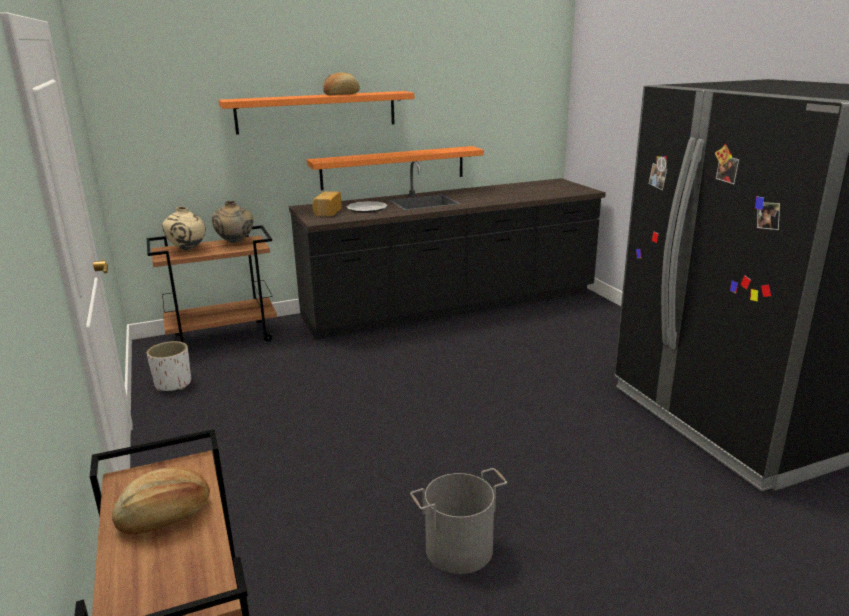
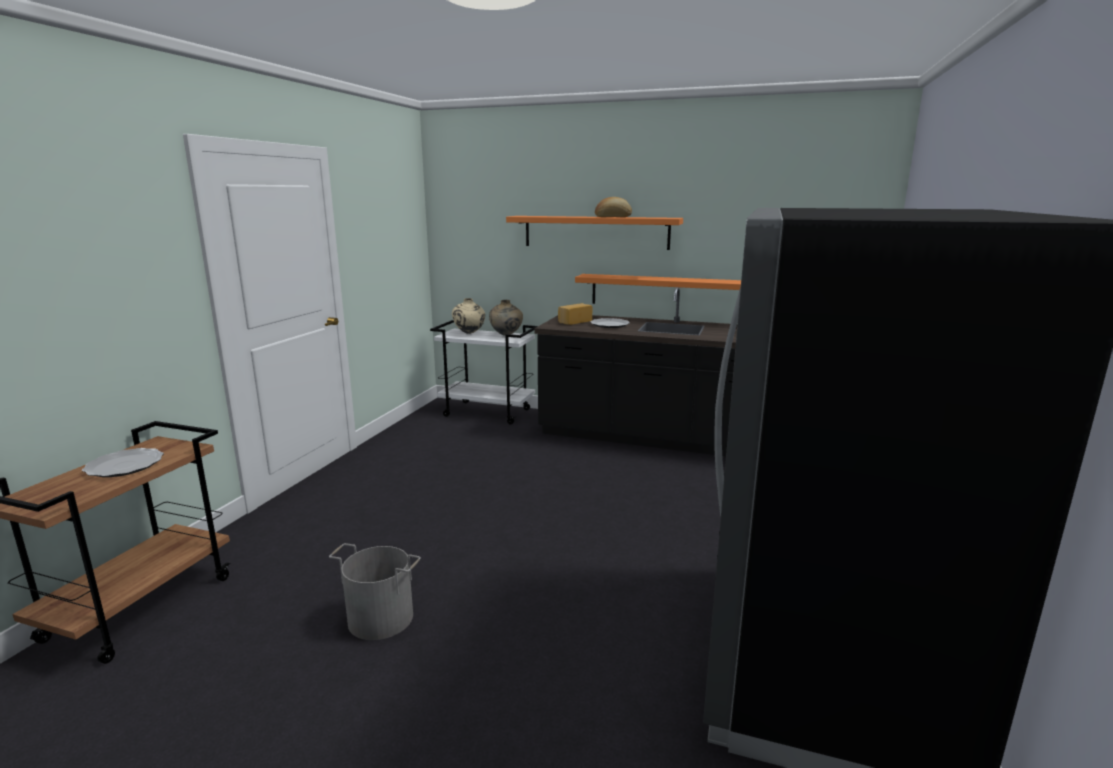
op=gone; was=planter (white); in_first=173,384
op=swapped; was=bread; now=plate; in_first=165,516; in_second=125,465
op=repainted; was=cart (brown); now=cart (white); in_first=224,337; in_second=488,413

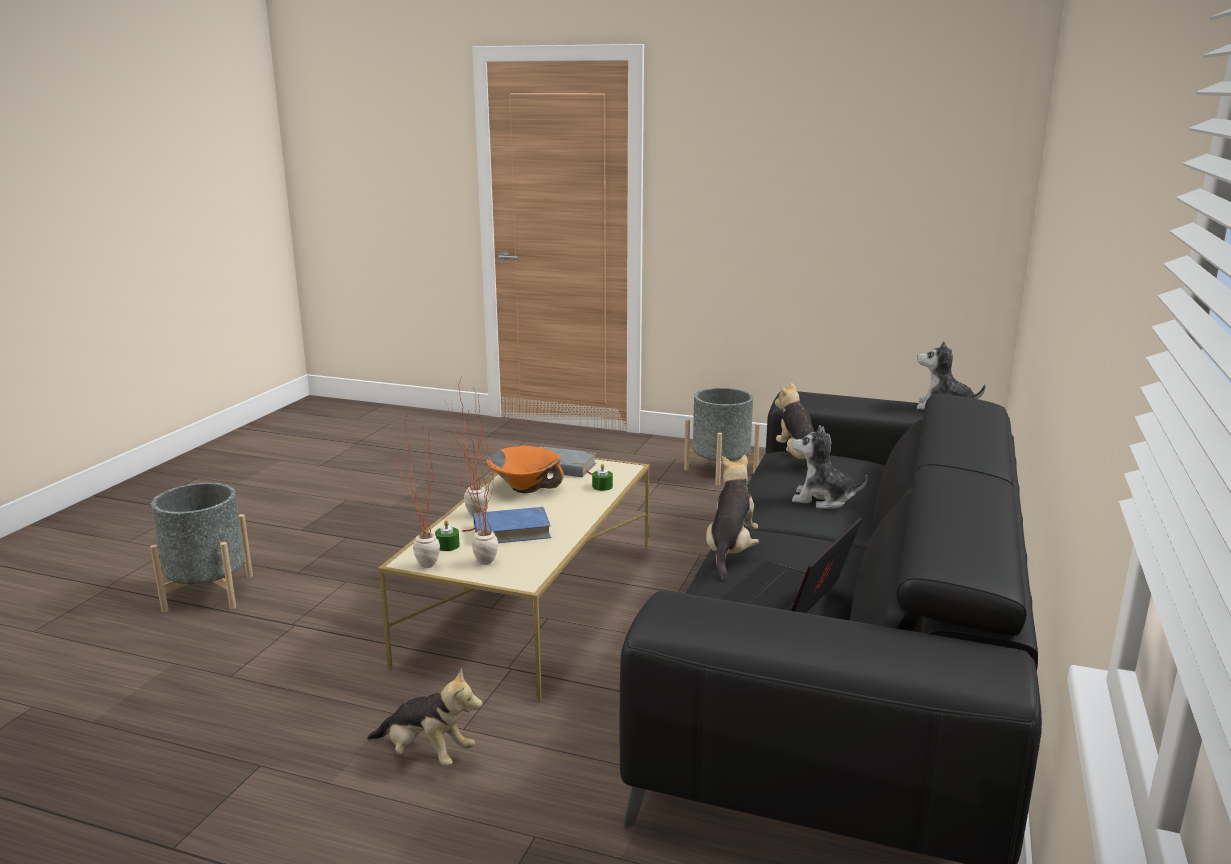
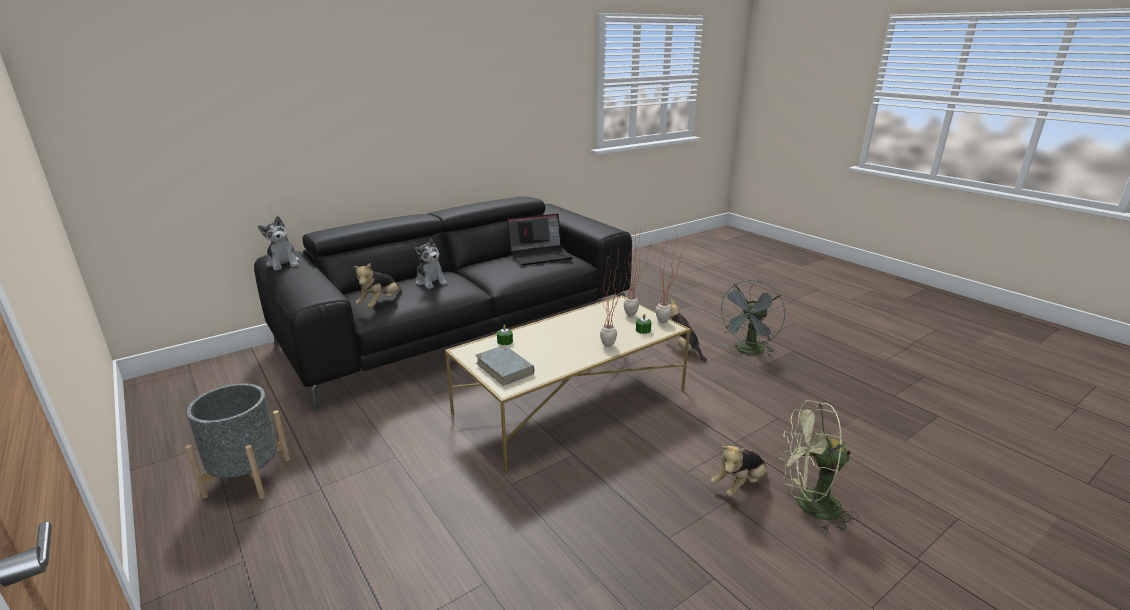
op=gone; was=book (blue); in_first=511,531
op=gone; was=bowl (orange); in_first=525,488
op=new; now=fan (grey); in_second=748,351
op=shifted; was=plush toy; in_first=730,551; in_second=739,485
op=swapped; was=planter (grey); now=fan (green); in_first=208,593; in_second=808,506

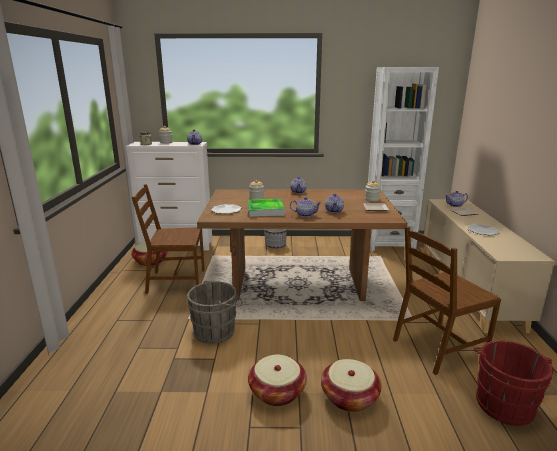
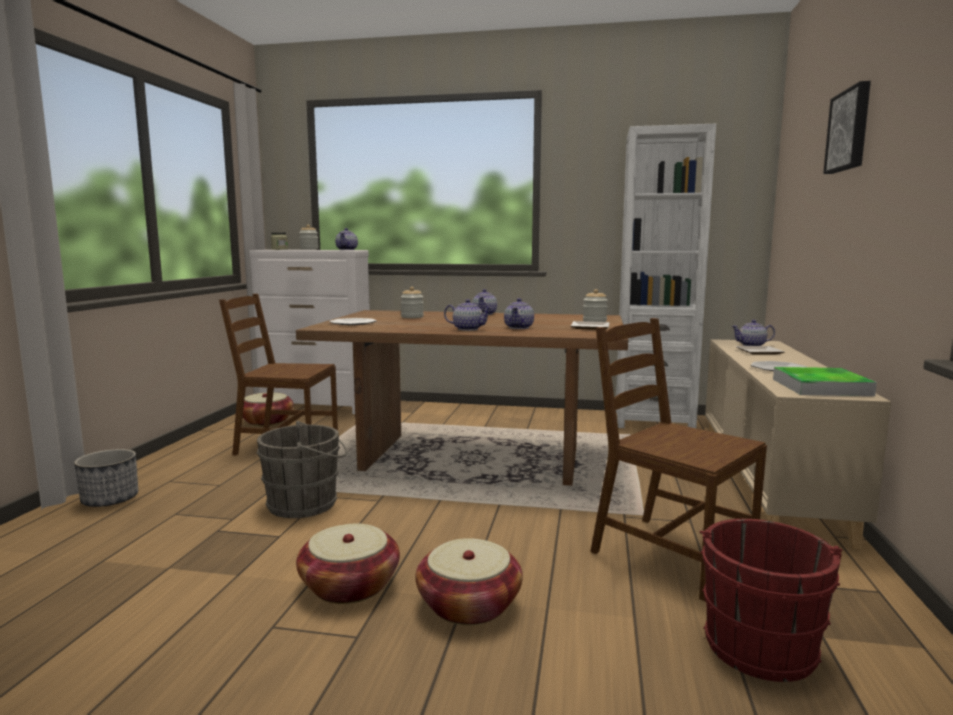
op=new; now=picture; in_second=850,130
op=shifted; was=tray; in_first=265,210; in_second=821,387
op=shifted; was=planter; in_first=275,245; in_second=110,500
op=rotated; was=chair (brown); in_first=438,347; in_second=670,554; clockwise=60

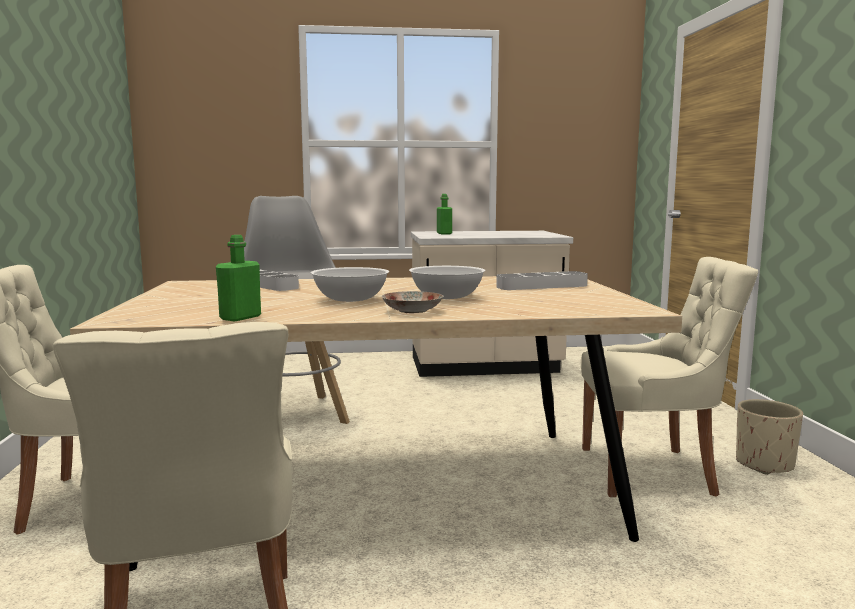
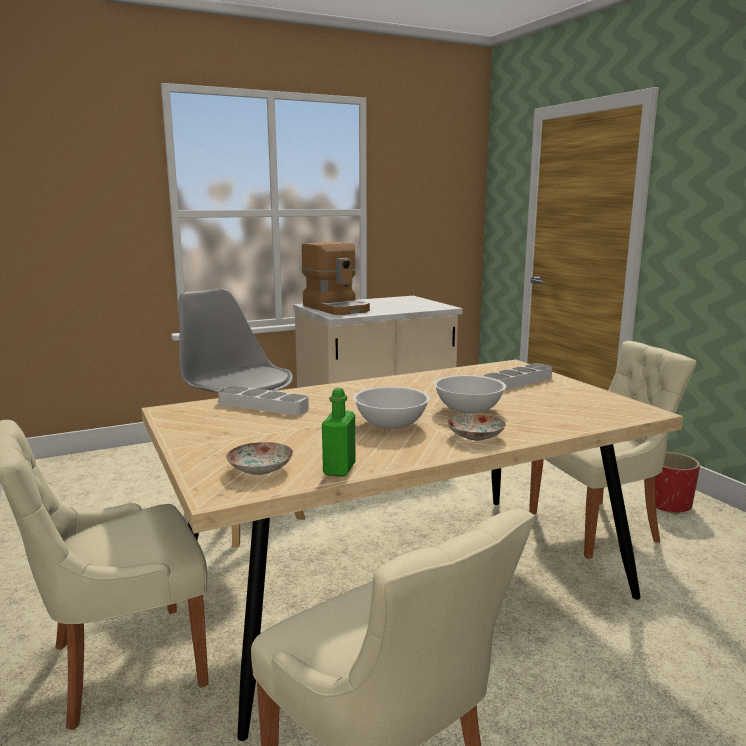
op=new; now=plate; in_second=260,468
op=swapped; was=bottle (green); now=coffee machine; in_first=444,233; in_second=337,308
op=repainted; was=planter (beige); now=planter (red); in_first=764,464; in_second=668,504

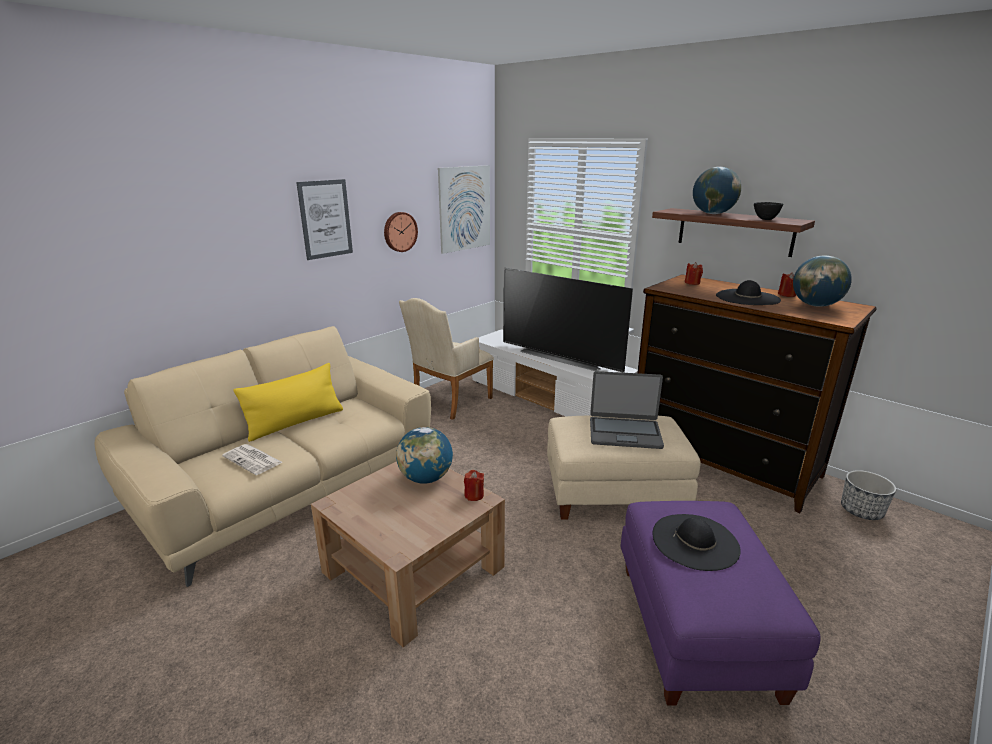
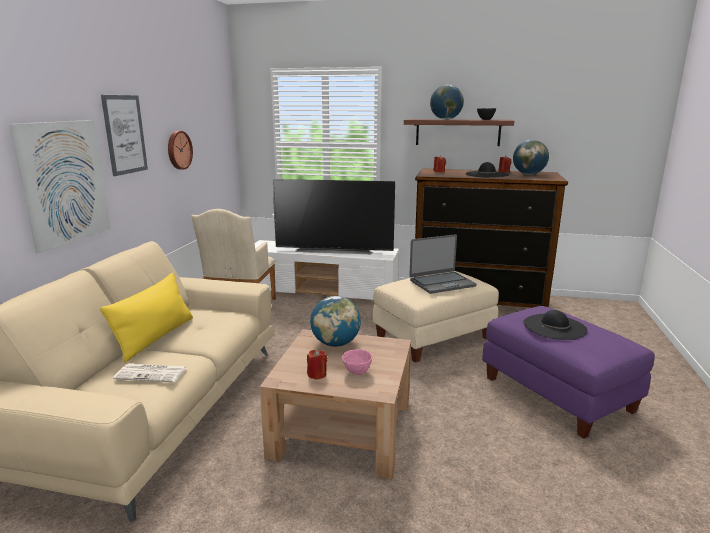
op=gone; was=planter; in_first=861,511
op=new; now=bowl (pink); in_second=357,372
op=shifted; was=picture; in_first=464,208; in_second=65,183
op=shifted; was=candle (red); in_first=474,495; in_second=317,374

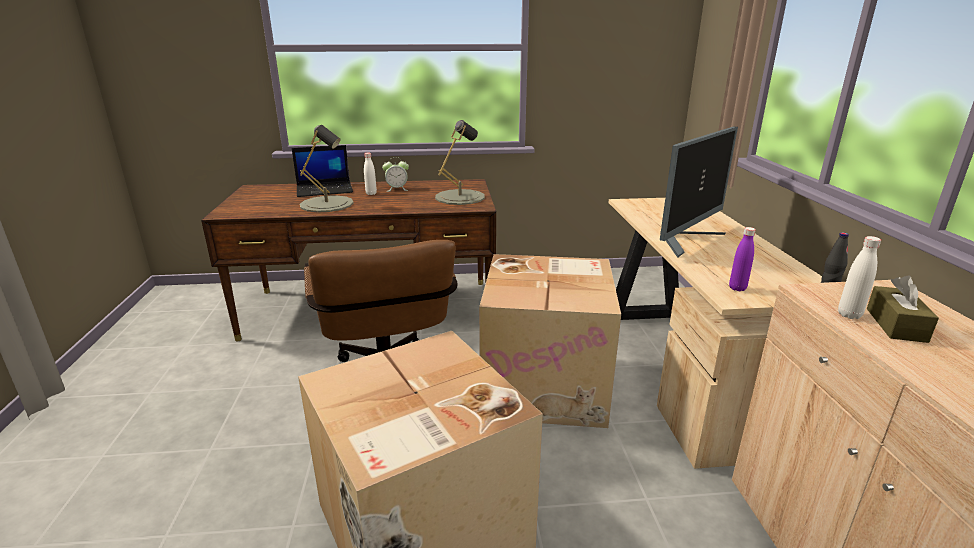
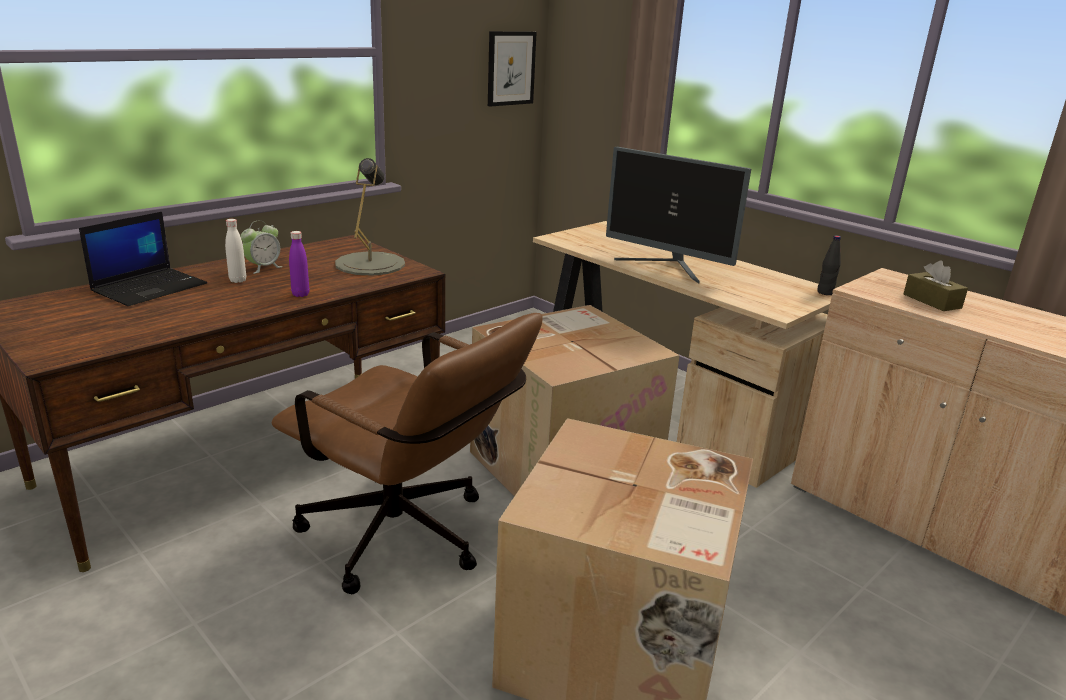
op=gone; was=table lamp (grey); in_first=327,204
op=gone; was=bottle (white); in_first=849,315
op=new; now=picture; in_second=510,68
op=shifted; was=bottle (purple); in_first=737,288; in_second=300,294
op=rotated; was=monitor; in_first=686,240; in_second=667,267; clockwise=120

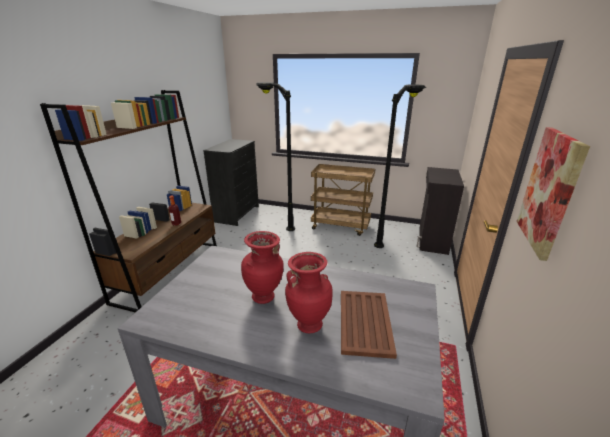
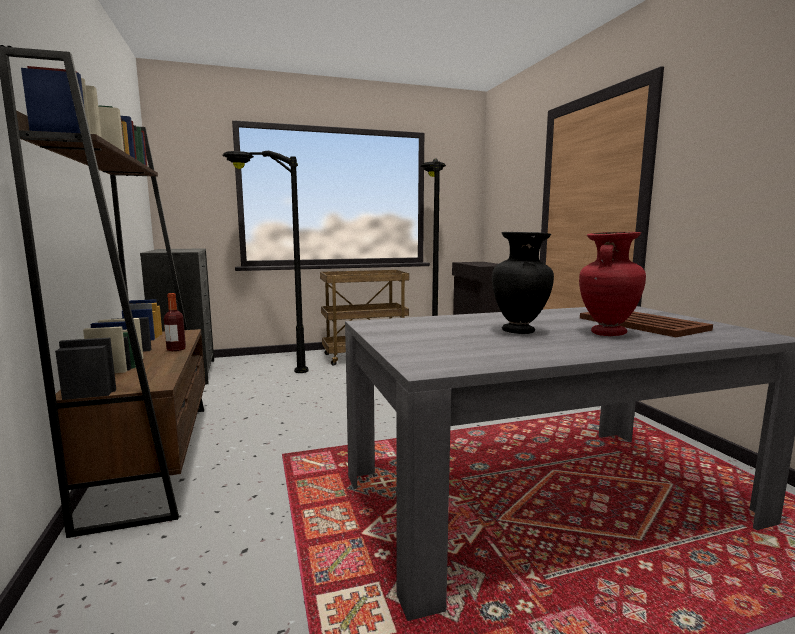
op=gone; was=picture; in_first=549,191
op=repainted; was=vase (red); now=vase (black); in_first=264,297; in_second=519,331

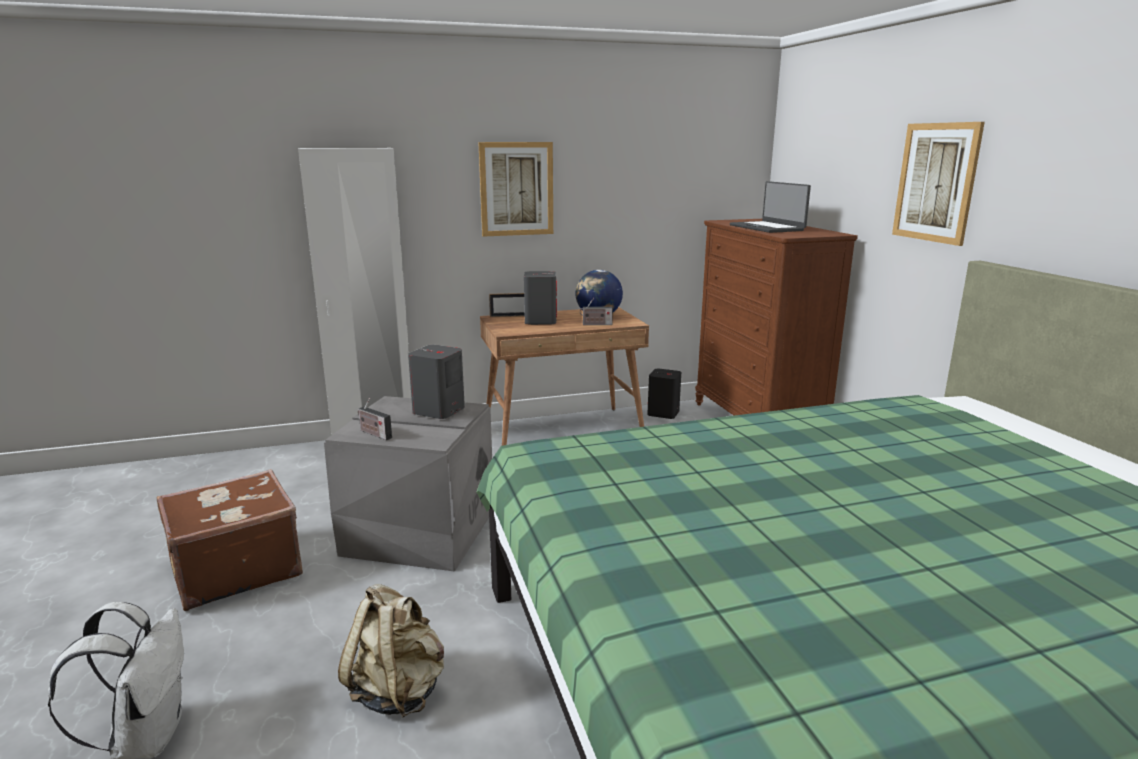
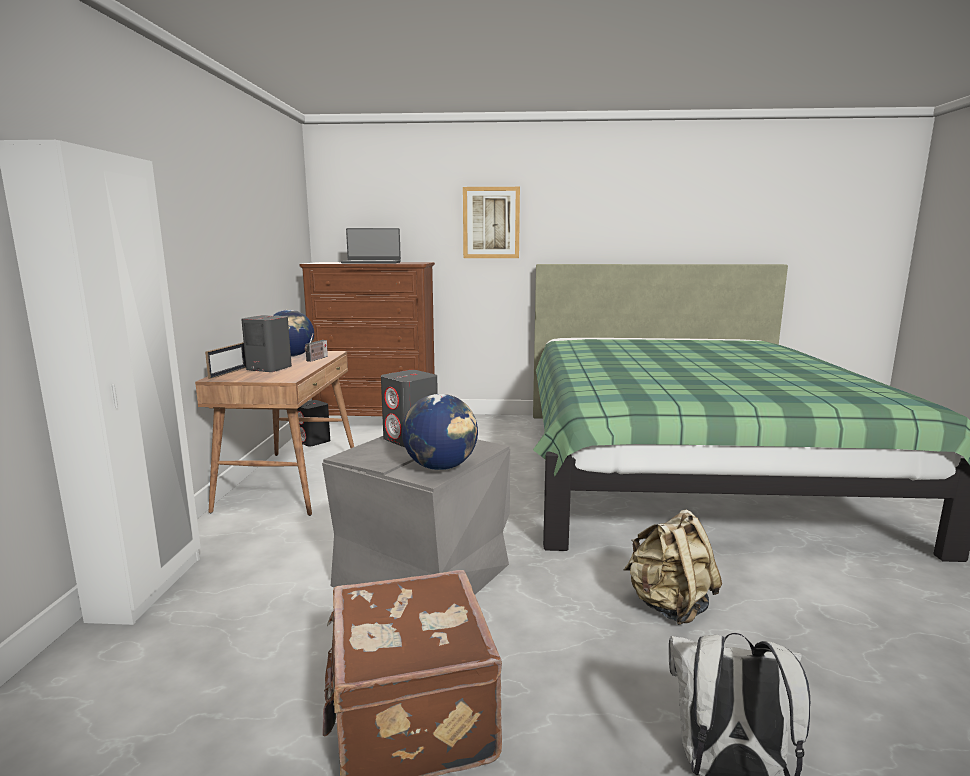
op=gone; was=picture; in_first=516,189
op=swapped; was=radio; now=globe; in_first=374,434; in_second=441,467

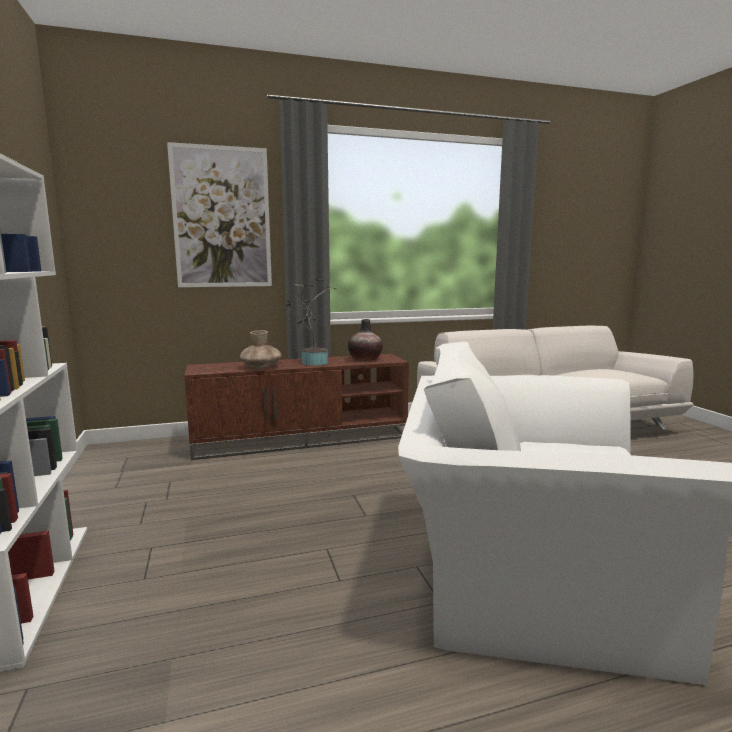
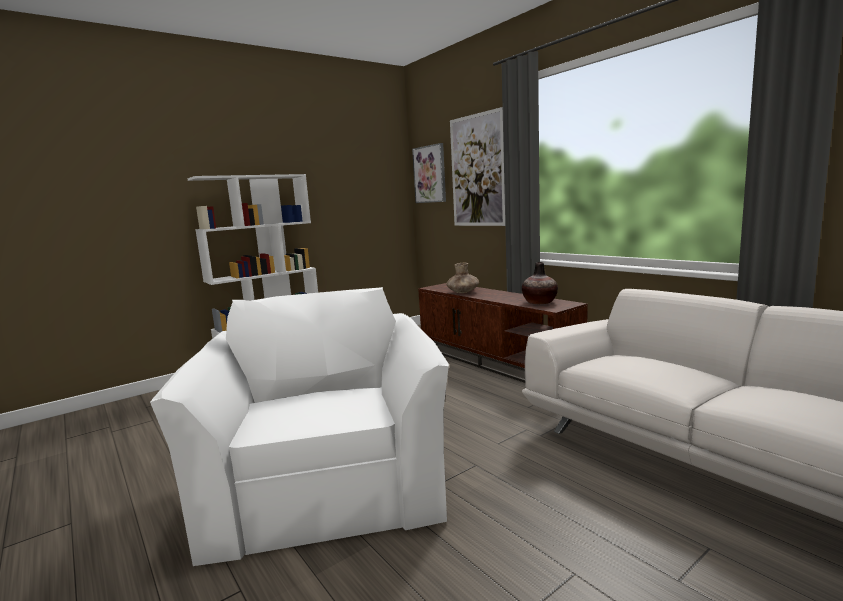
op=gone; was=potted plant; in_first=311,362
op=new; now=picture; in_second=430,174

